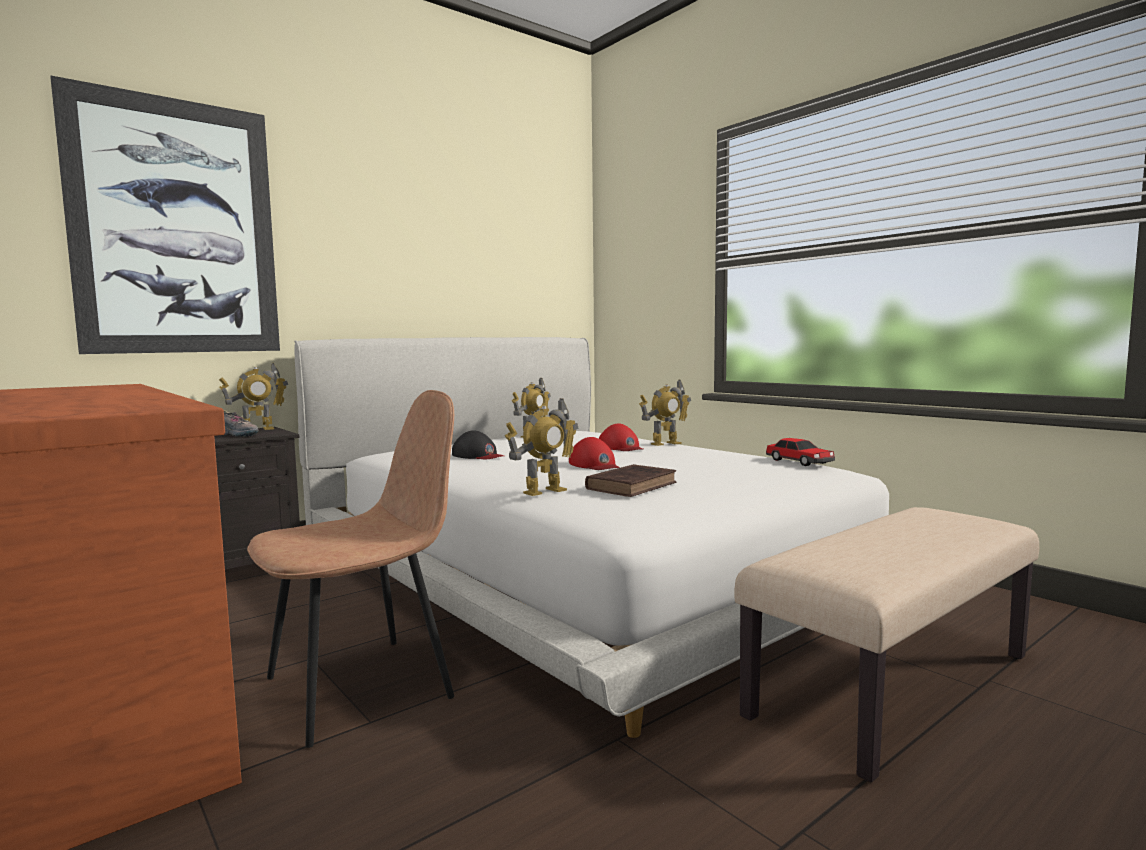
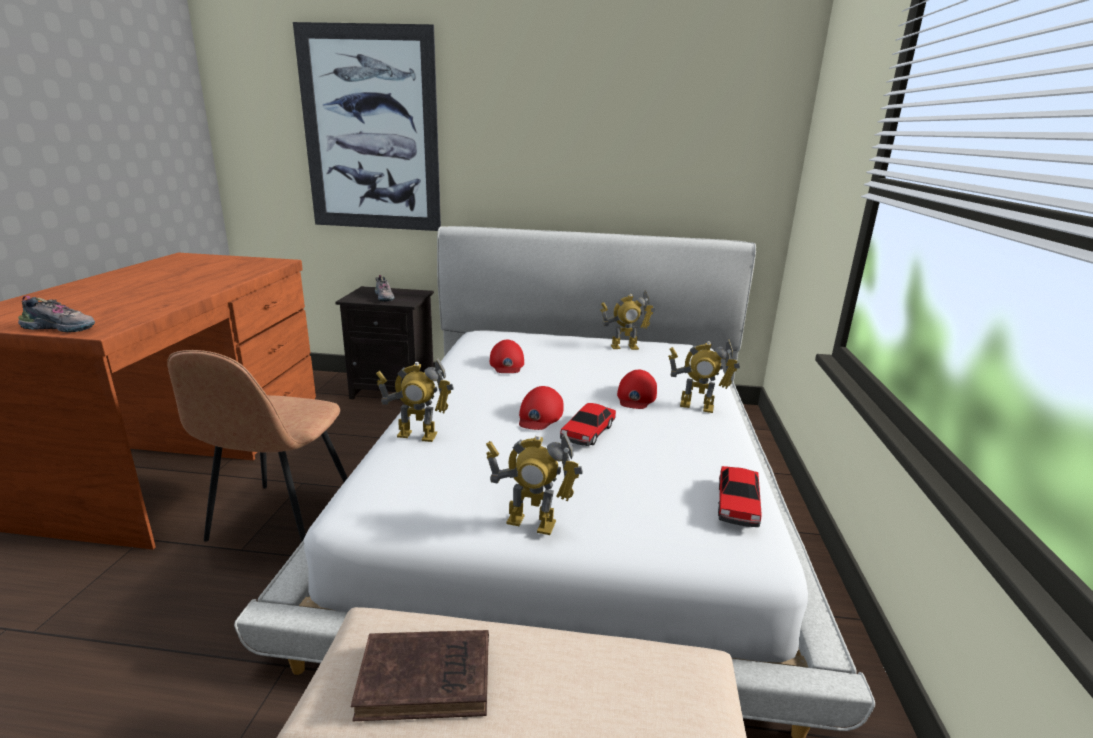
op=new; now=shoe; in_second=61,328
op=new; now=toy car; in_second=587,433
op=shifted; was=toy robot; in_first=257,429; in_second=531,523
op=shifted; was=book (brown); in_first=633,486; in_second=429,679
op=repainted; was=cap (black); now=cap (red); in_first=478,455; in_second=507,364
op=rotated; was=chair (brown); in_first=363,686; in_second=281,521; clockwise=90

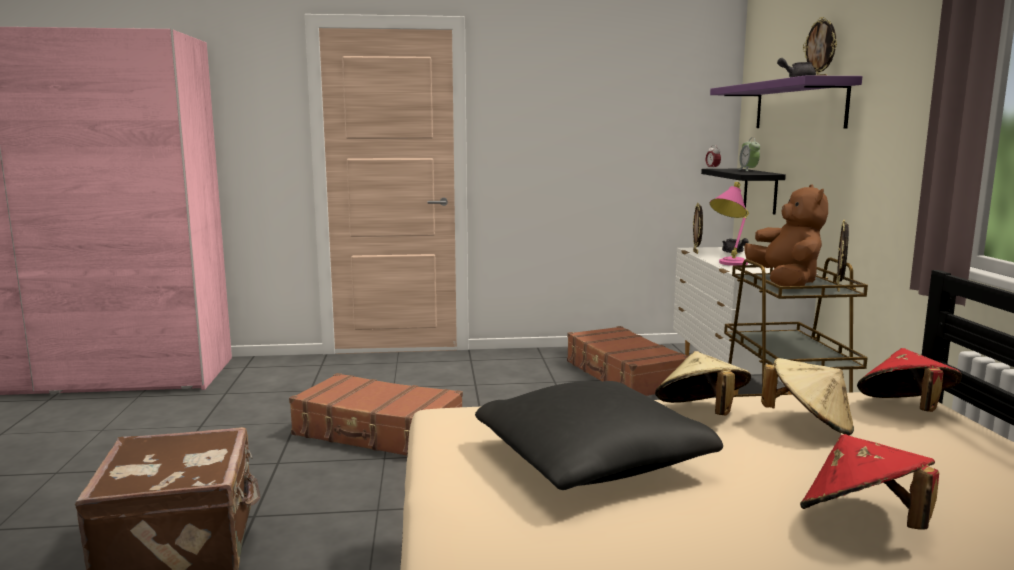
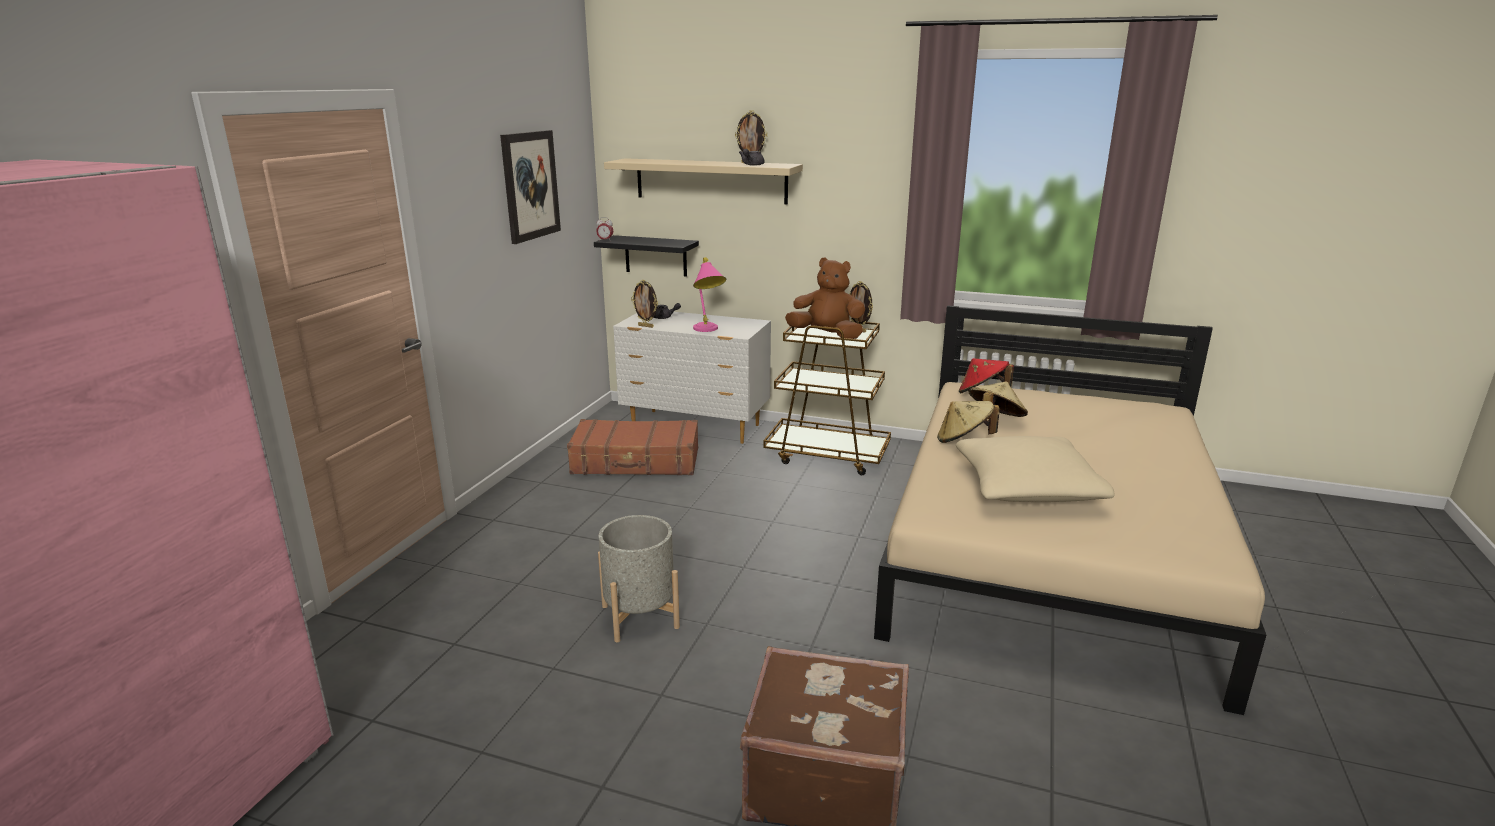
op=gone; was=alarm clock; in_first=748,170
op=gone; was=hat (red); in_first=862,522
op=new; now=picture; in_second=530,185
op=swapped; was=suitcase (brown); now=planter (grey); in_first=378,432; in_second=640,616
op=repainted; was=pillow (black); now=pillow (beige); in_first=592,461; in_second=1027,488
op=repainted; was=shelf (purple); now=shelf (beige); in_first=798,105; in_second=710,181

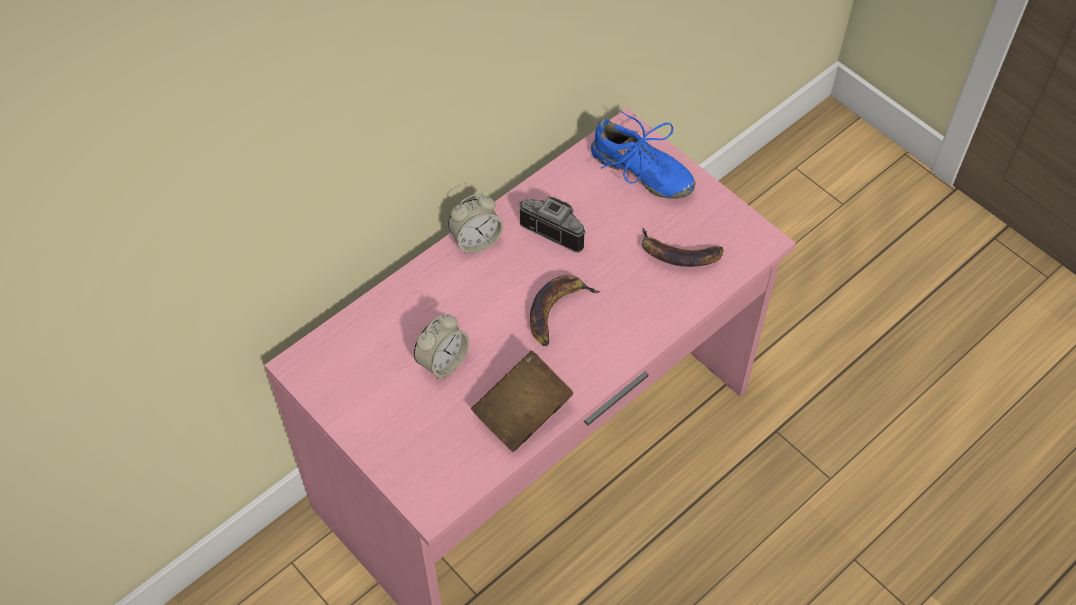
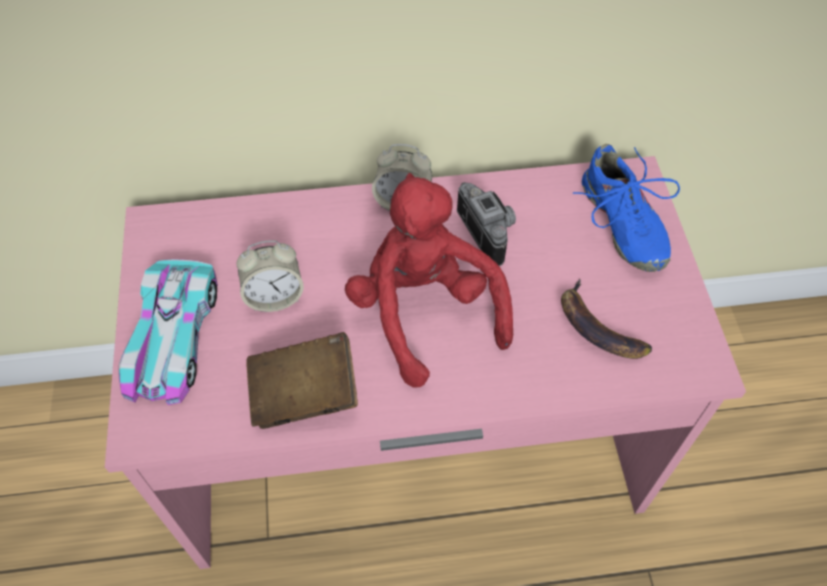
op=new; now=toy car; in_second=173,337
op=swapped; was=banana; now=plush toy (red); in_first=557,310; in_second=424,312

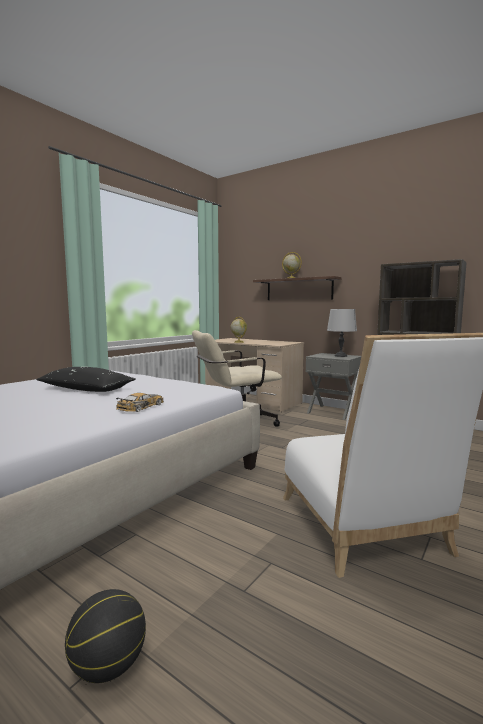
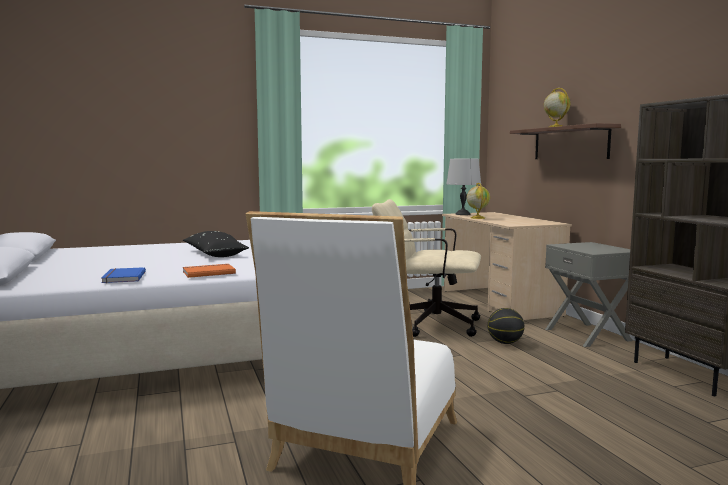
op=new; now=book (blue); in_second=122,277
op=shifted; was=basketball; in_first=108,666; in_second=505,343
op=shifted; was=table lamp (grey); in_first=341,356; in_second=462,214
op=swapped; was=toy car; now=book (orange); in_first=141,407; in_second=208,272

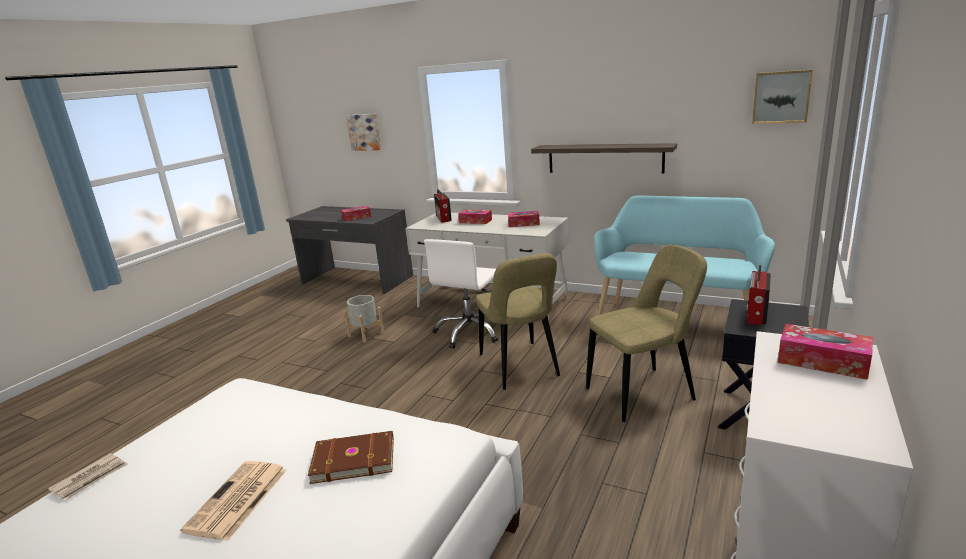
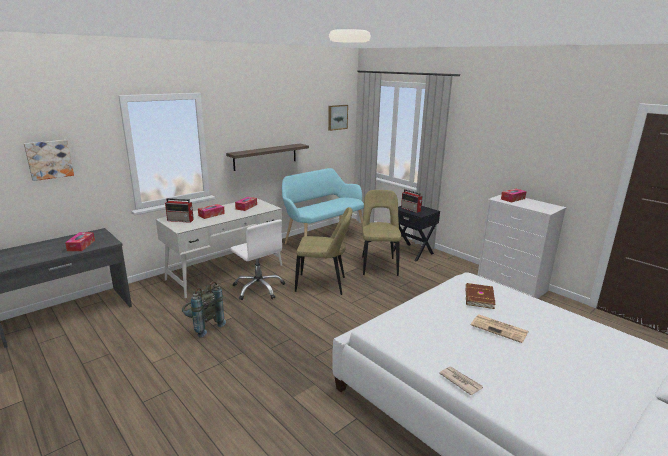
op=swapped; was=planter (grey); now=backpack (grey); in_first=366,334; in_second=202,326

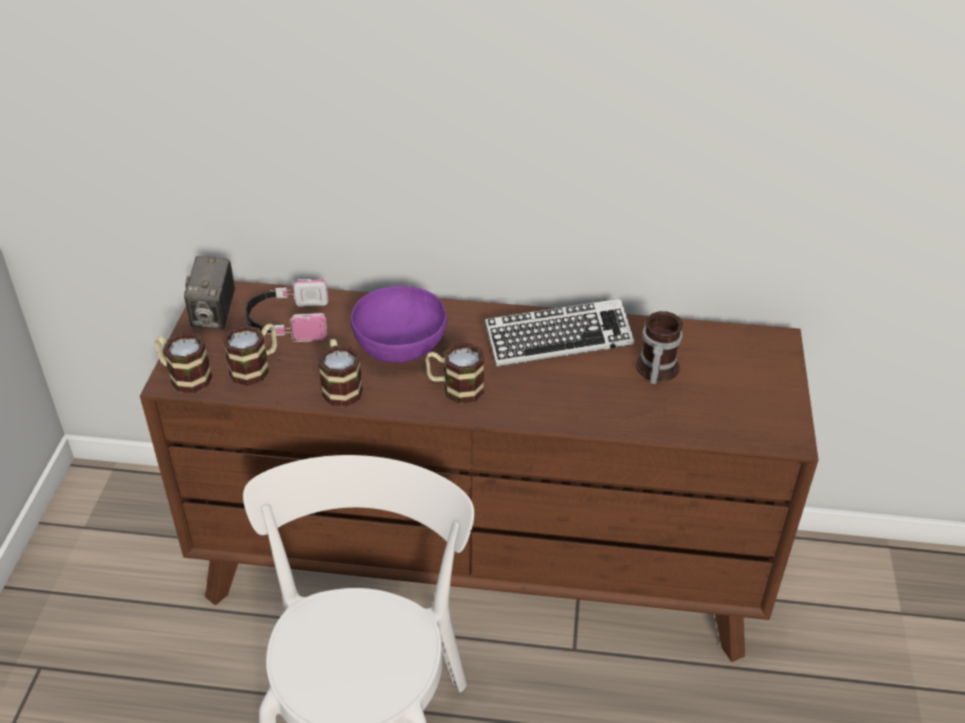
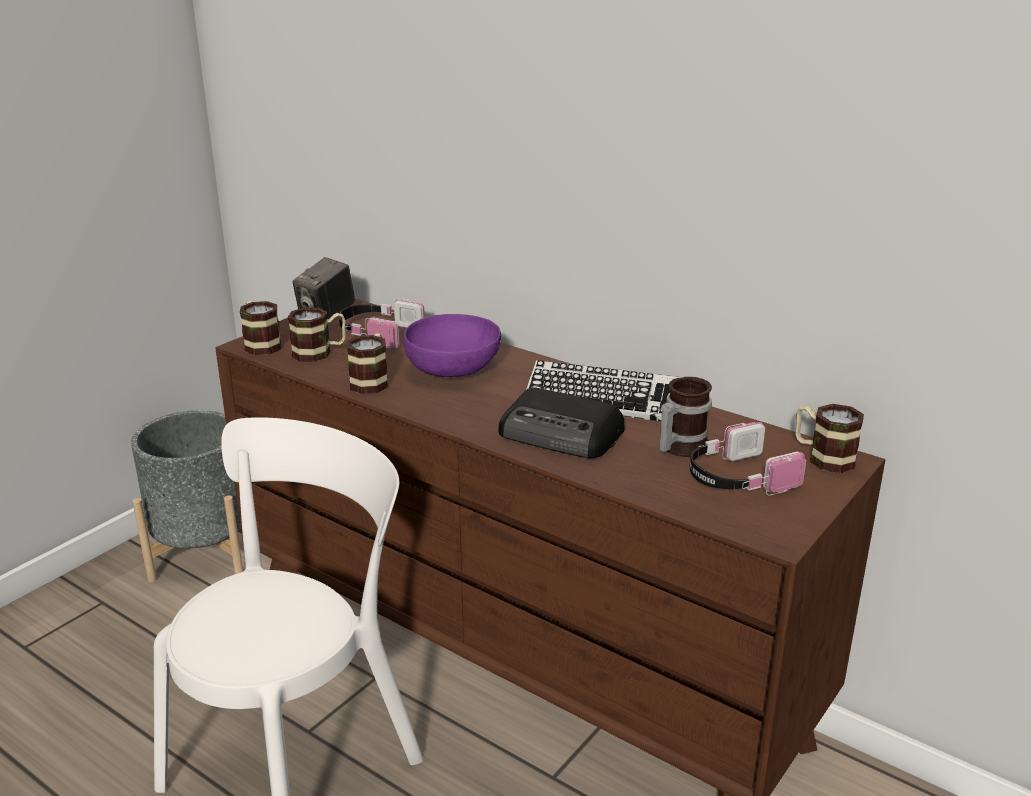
op=new; now=planter (grey); in_second=205,553
op=new; now=radio; in_second=562,434
op=new; now=headphones; in_second=737,479
op=shifted; was=mug; in_first=455,388; in_second=823,457

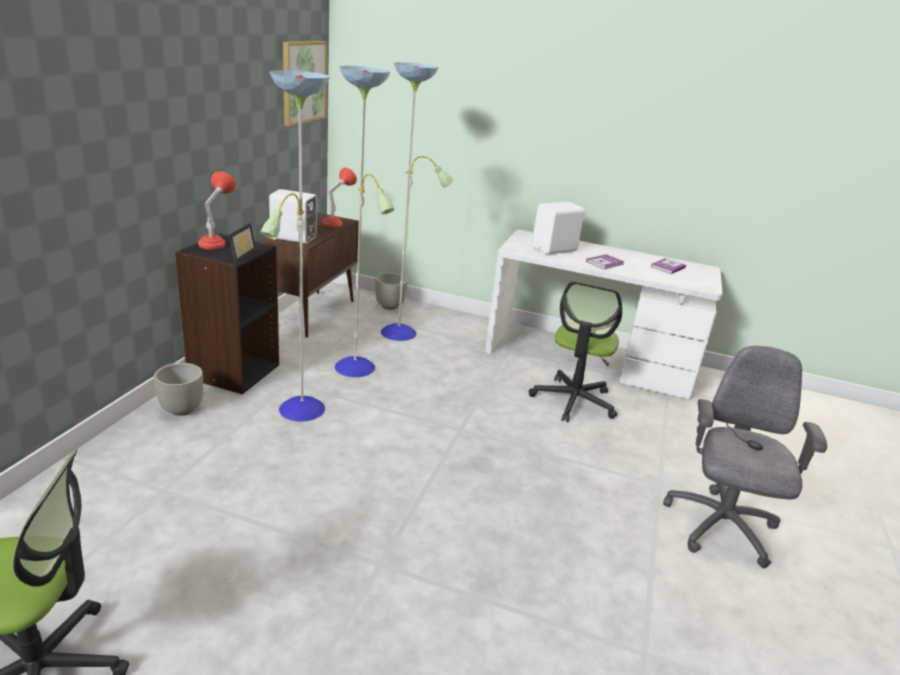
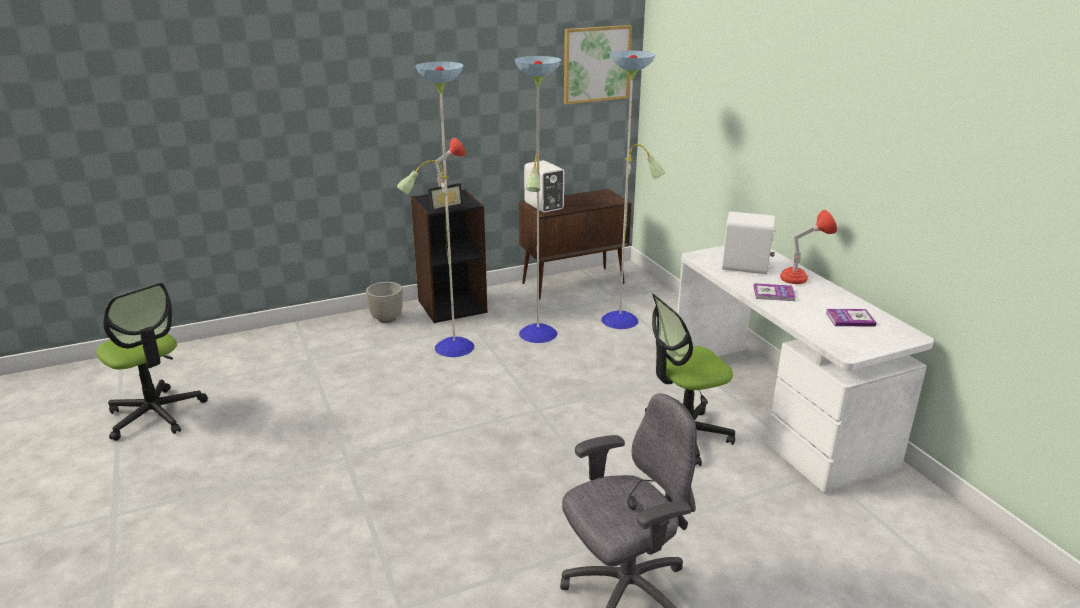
op=gone; was=planter (grey); in_first=390,306
op=shifted; was=table lamp (red); in_first=336,224; in_second=801,279

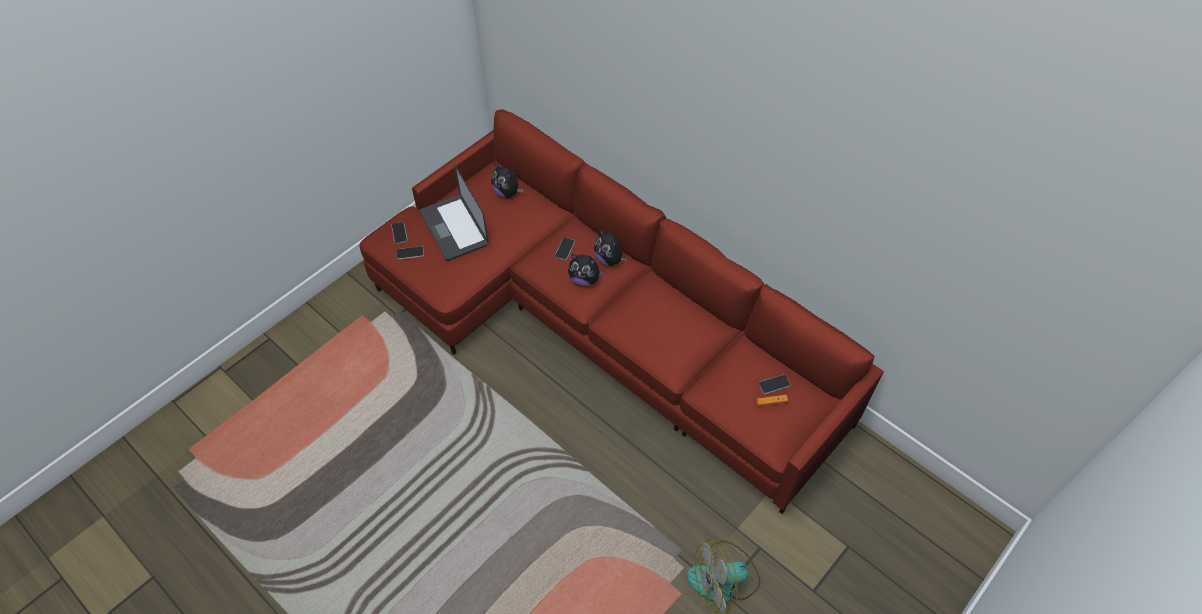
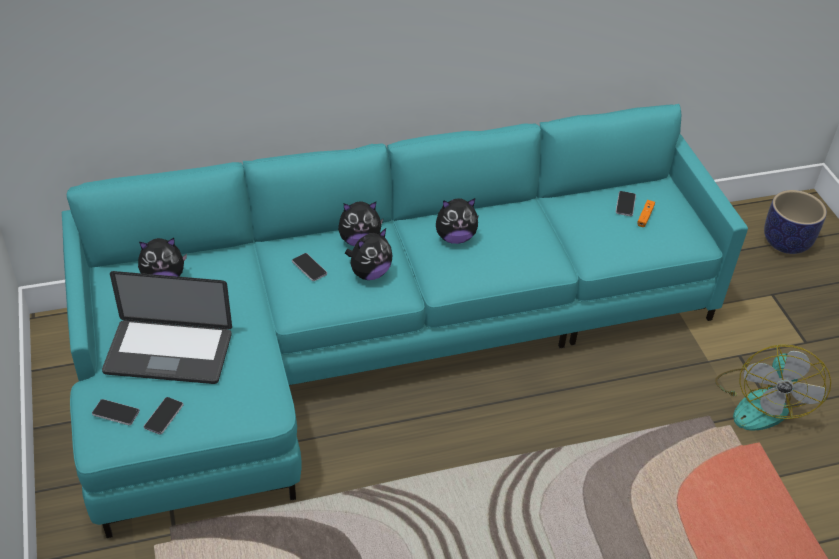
op=new; now=plush toy; in_second=455,237
op=new; now=planter; in_second=786,242
op=repainted; was=sofa (red); now=sofa (turquoise); in_first=600,326; in_second=376,339

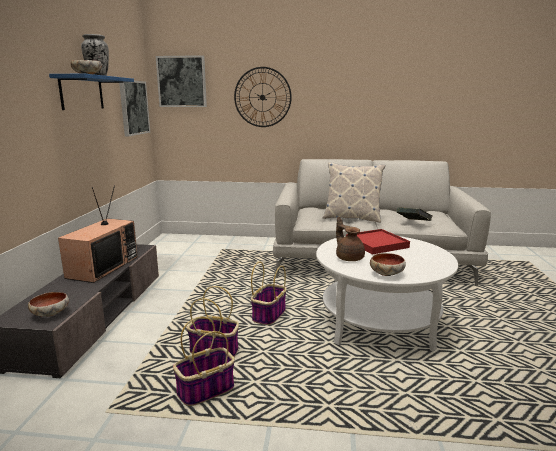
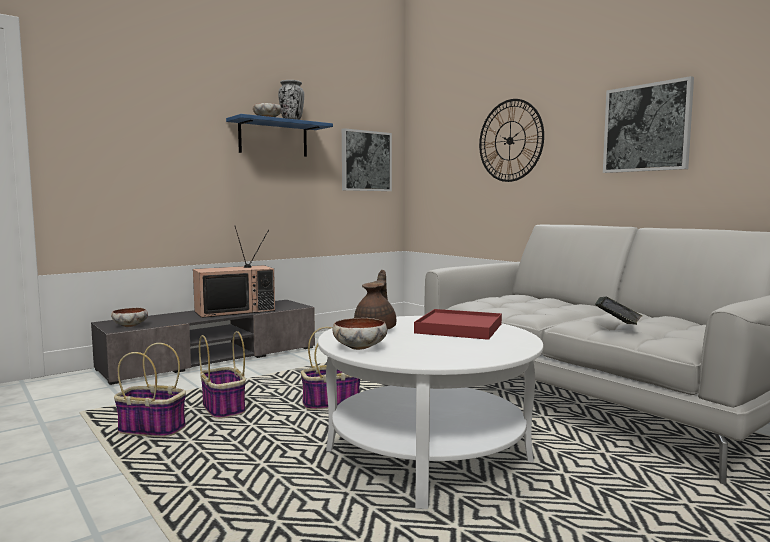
op=gone; was=pillow; in_first=352,218
op=shifted; was=picture; in_first=182,81; in_second=647,128

